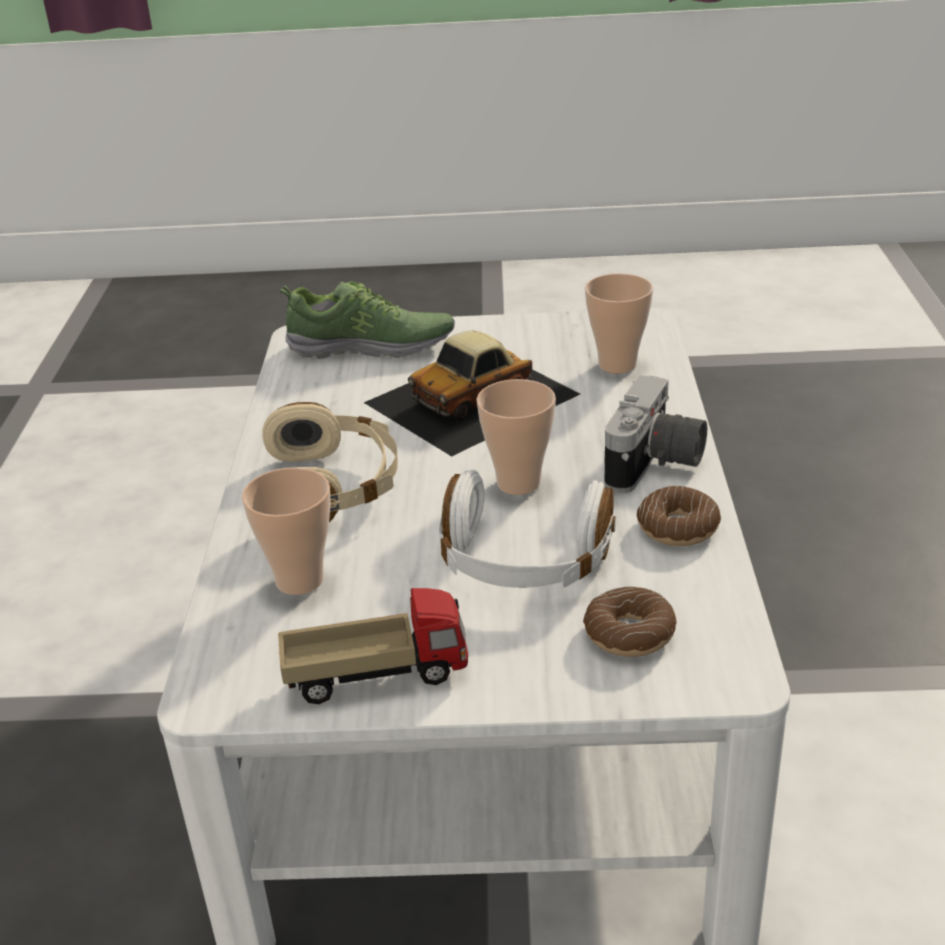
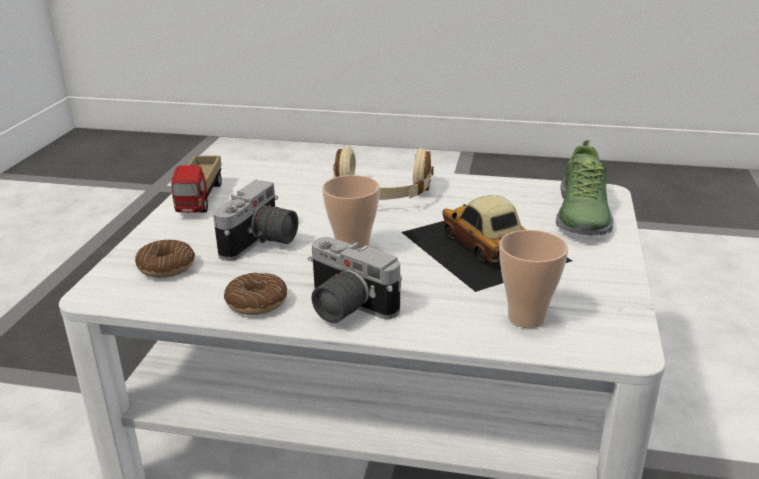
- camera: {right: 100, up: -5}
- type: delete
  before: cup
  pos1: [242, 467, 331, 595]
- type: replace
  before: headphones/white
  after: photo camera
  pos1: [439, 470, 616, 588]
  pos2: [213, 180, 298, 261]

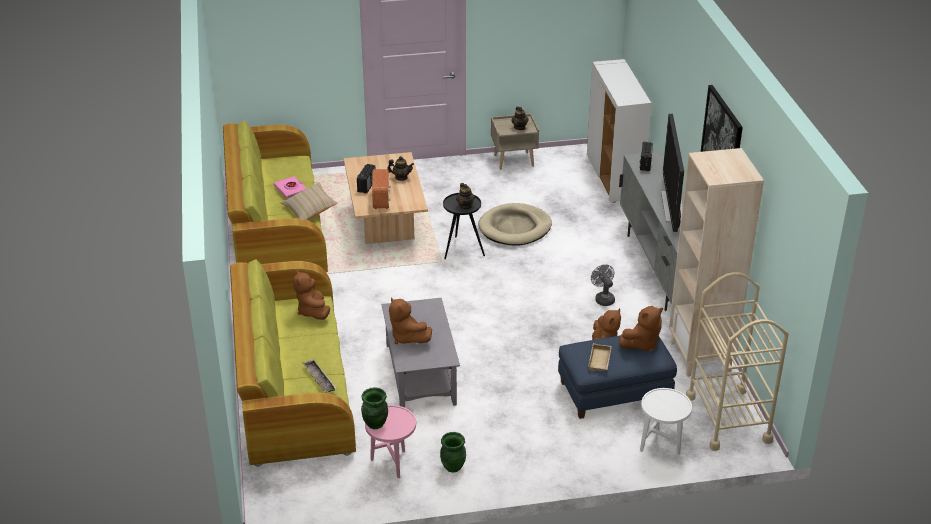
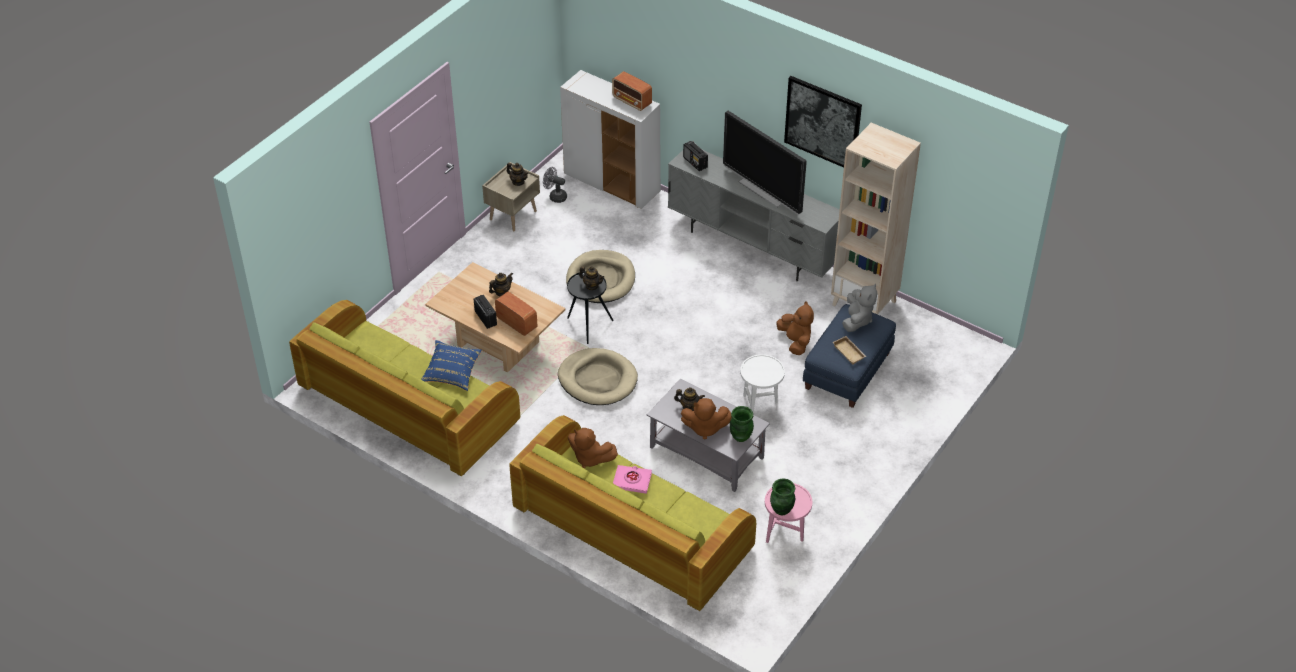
- camera: {right: -45, up: 10}
- type: move
  before: book/pink
  pos1: [274, 176, 307, 199]
  pos2: [613, 465, 652, 494]
- type: recolor
  before: pillow/beige
  after: pillow/blue
  pos1: [281, 182, 338, 220]
  pos2: [421, 340, 482, 391]
- type: move
  before: fan/grey
  pos1: [591, 264, 615, 306]
  pos2: [543, 167, 567, 203]
- type: delete
  before: cart/beige
  pos1: [686, 272, 788, 451]
- type: recolor
  before: plush toy/brown
  after: plush toy/grey
  pos1: [619, 306, 663, 352]
  pos2: [842, 284, 877, 332]
- type: delete
  before: tray
  pos1: [303, 359, 337, 392]
- type: move
  before: side table/white
  pos1: [640, 388, 692, 455]
  pos2: [740, 354, 785, 414]
- type: move
  before: vase/green
  pos1: [440, 432, 466, 473]
  pos2: [730, 406, 754, 442]
- type: insert
  after: radio
  pos2: [612, 71, 652, 111]
- type: insert
  after: dog bed/beige
  pos2: [558, 348, 638, 405]
- type: insert
  after: teapot
  pos2: [674, 387, 705, 411]

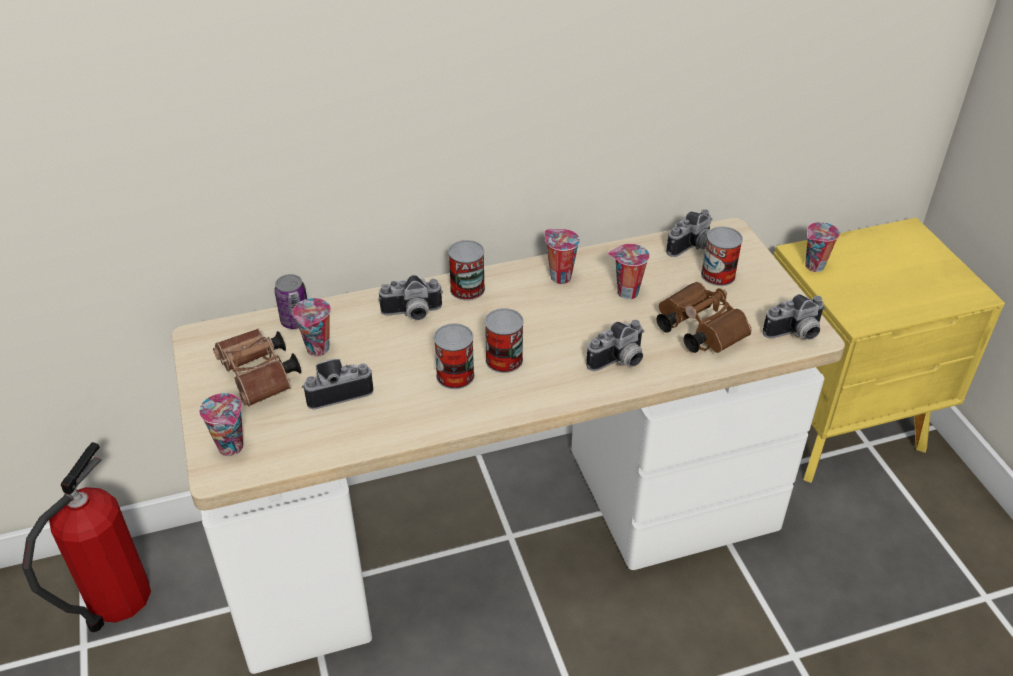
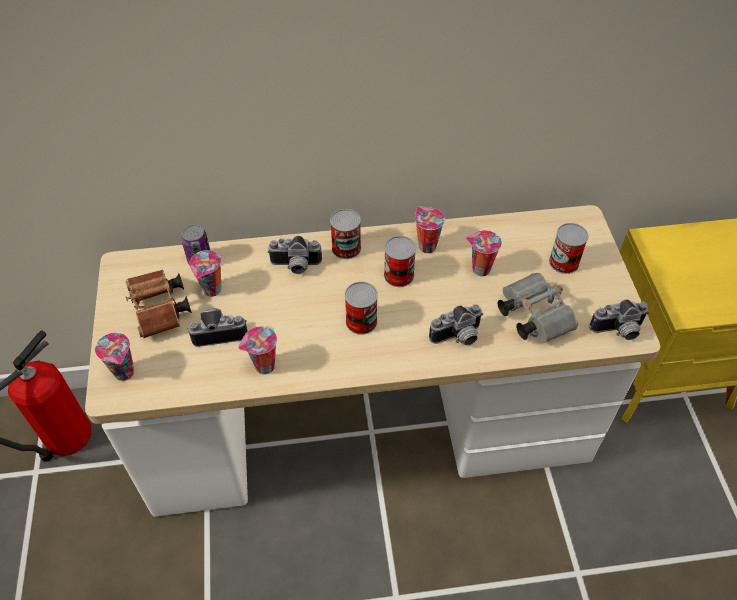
- camera: {right: 10, up: 10}
- type: delete
  before: photo camera
  pos1: [666, 209, 712, 257]
- type: move
  before: cup
  pos1: [805, 222, 840, 272]
  pos2: [238, 326, 277, 374]
- type: recolor
  before: binoculars/brown
  after: binoculars/grey
  pos1: [656, 282, 751, 353]
  pos2: [498, 273, 578, 343]
- type: move
  before: can
  pos1: [434, 324, 474, 389]
  pos2: [384, 236, 416, 287]

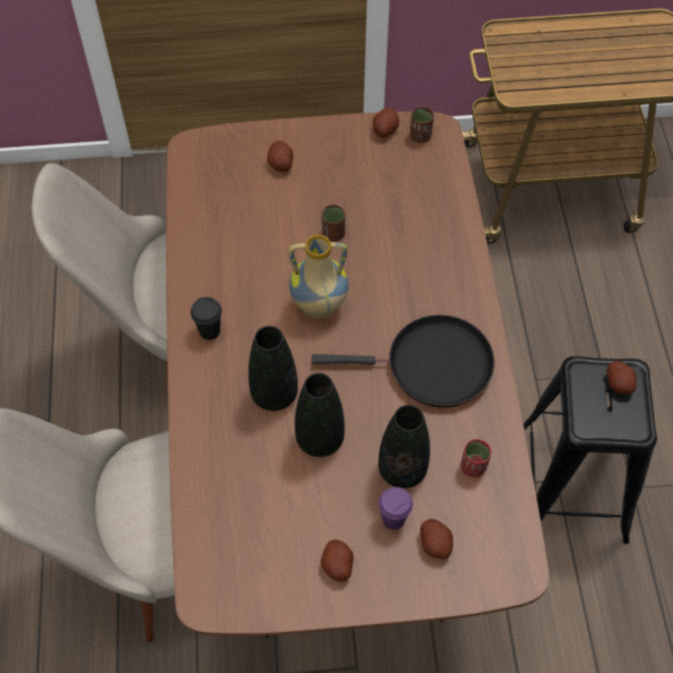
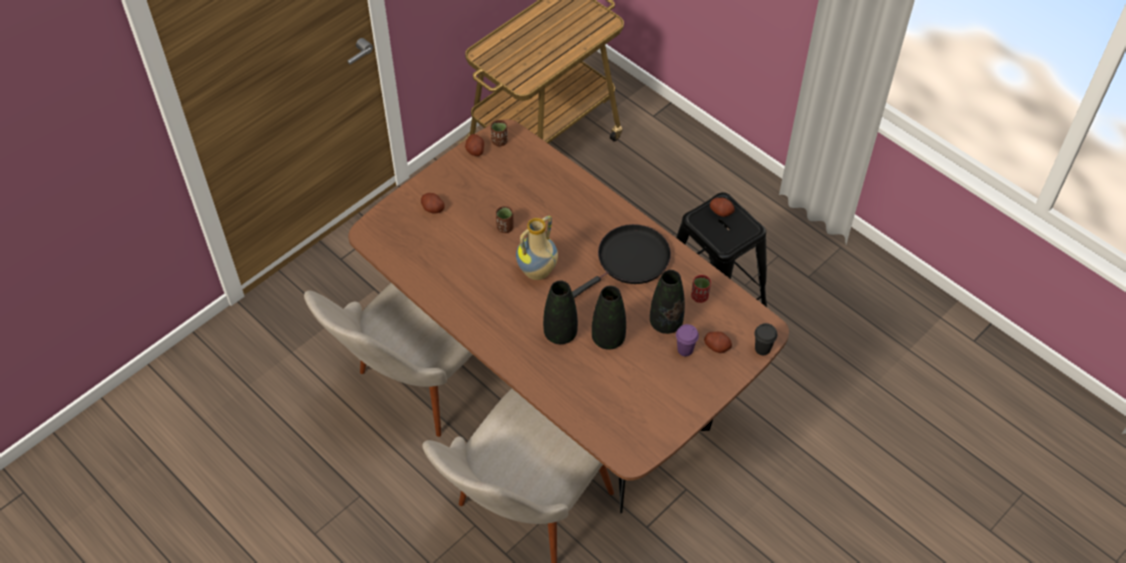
- camera: {right: -40, up: -5}
- type: move
  before: cup/black
  pos1: [191, 297, 222, 340]
  pos2: [754, 323, 777, 355]
- type: delete
  before: potato
  pos1: [321, 539, 354, 582]

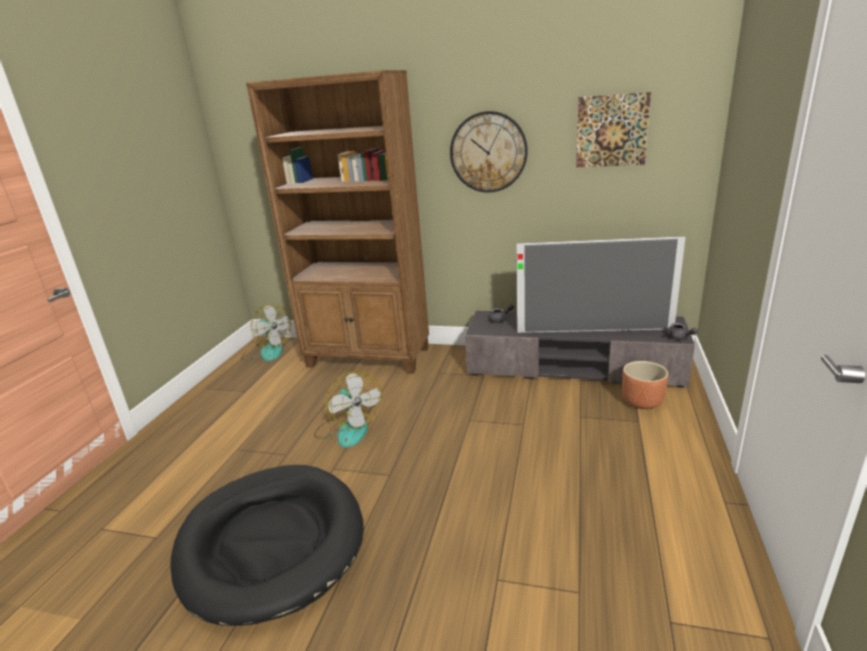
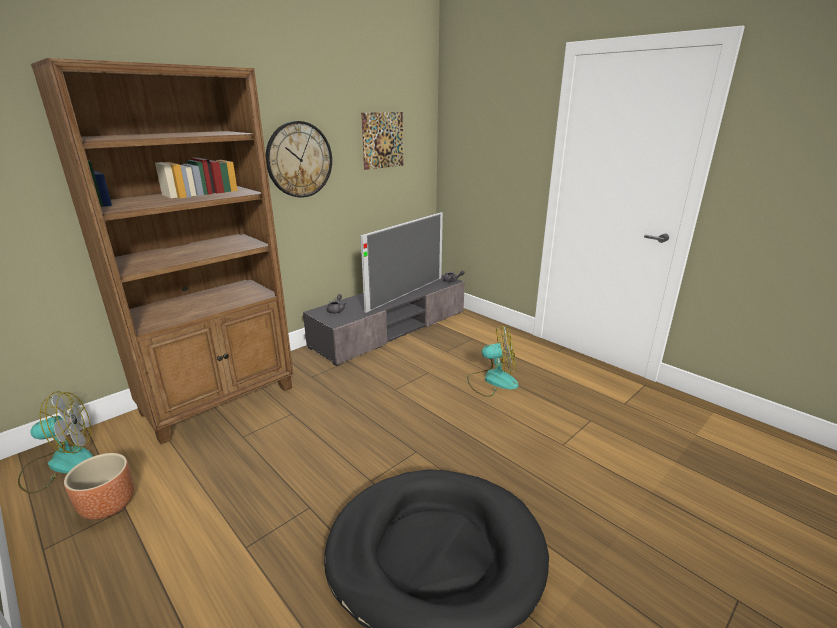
- camera: {right: -60, up: 0}
- type: move
  before: planter/brown
  pos1: [622, 361, 668, 409]
  pos2: [64, 453, 134, 520]
- type: move
  before: fan
  pos1: [314, 371, 382, 448]
  pos2: [467, 325, 518, 397]

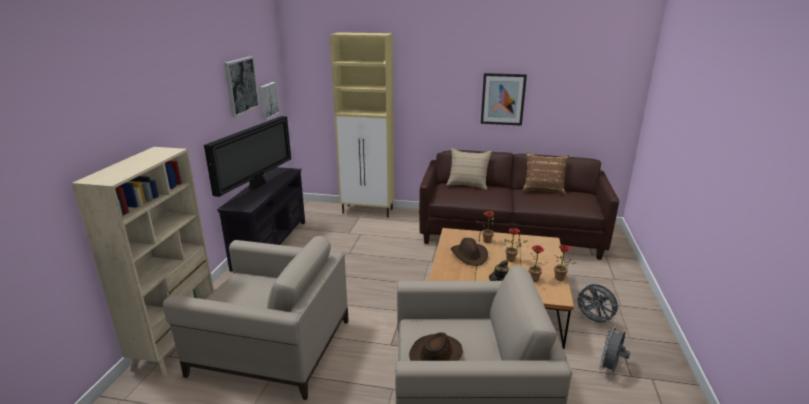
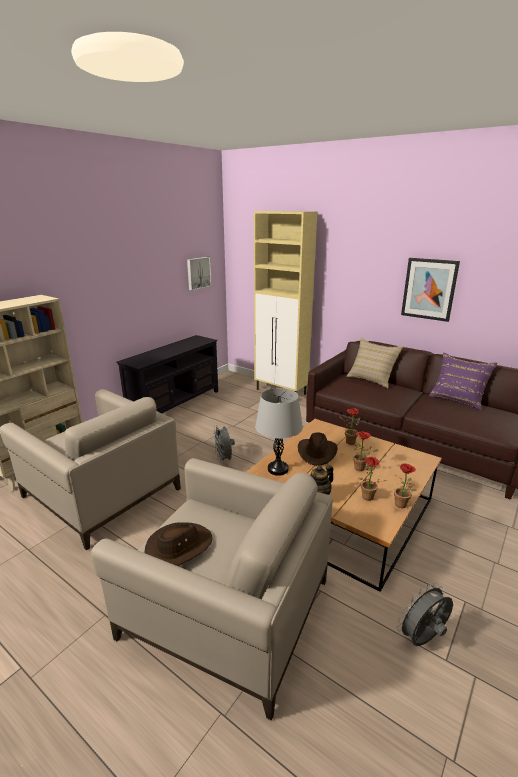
- camera: {right: 25, up: 0}
- type: delete
  before: picture
  pos1: [224, 56, 259, 117]
- type: delete
  before: television
  pos1: [204, 116, 291, 197]
- type: recolor
  before: pillow/brown
  after: pillow/purple
  pos1: [523, 152, 569, 195]
  pos2: [429, 353, 497, 411]
- type: move
  before: fan/grey
  pos1: [574, 284, 618, 326]
  pos2: [213, 425, 235, 464]
- type: insert
  after: table lamp/grey
  pos2: [255, 388, 303, 476]

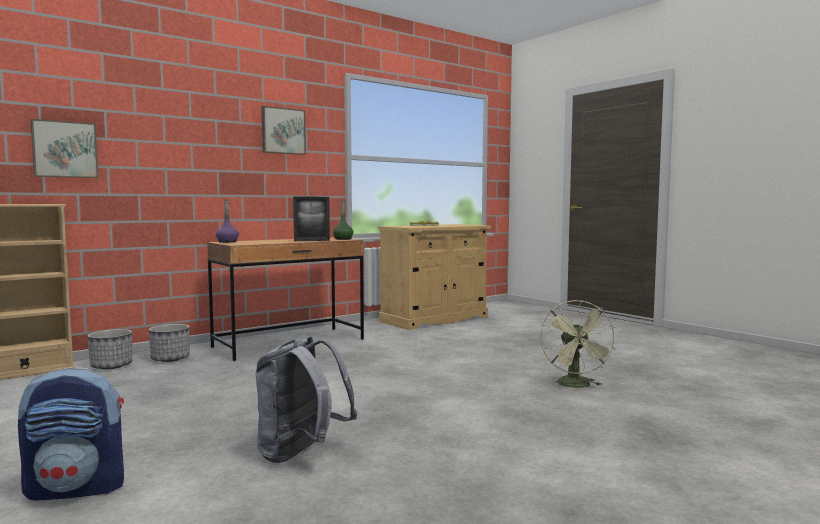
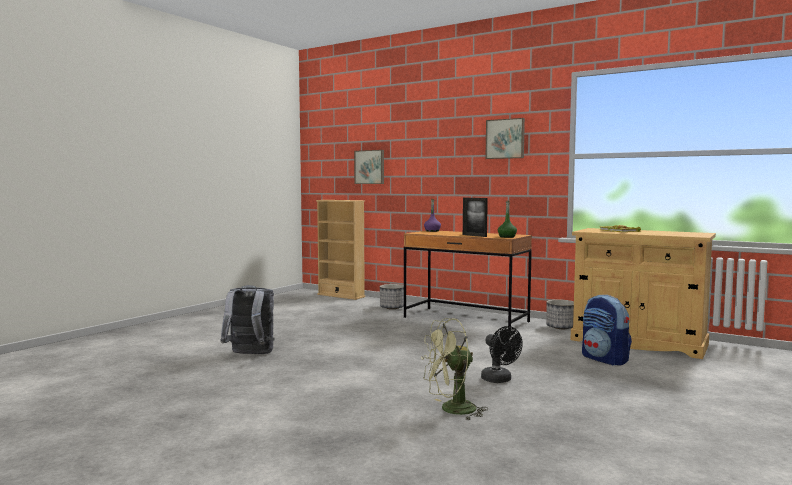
- camera: {right: 70, up: 0}
- type: move
  before: planter
  pos1: [88, 329, 132, 369]
  pos2: [546, 299, 574, 329]
- type: move
  before: backpack
  pos1: [18, 367, 124, 501]
  pos2: [582, 295, 632, 366]
- type: insert
  after: fan/black
  pos2: [481, 326, 523, 383]

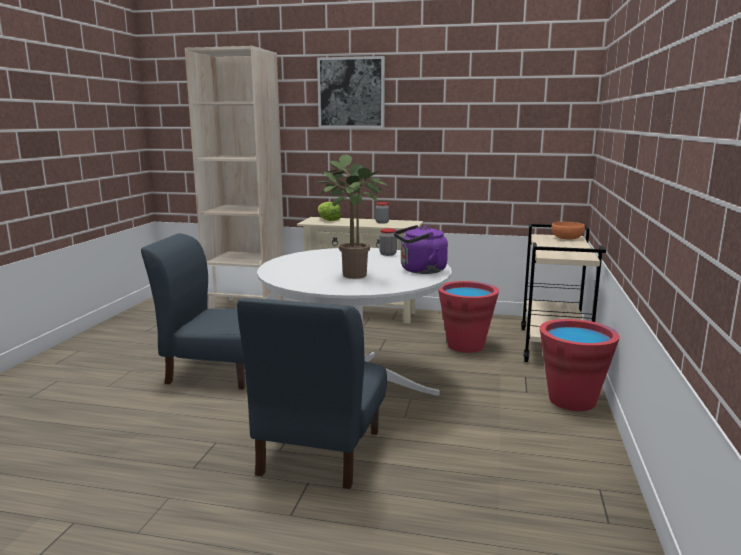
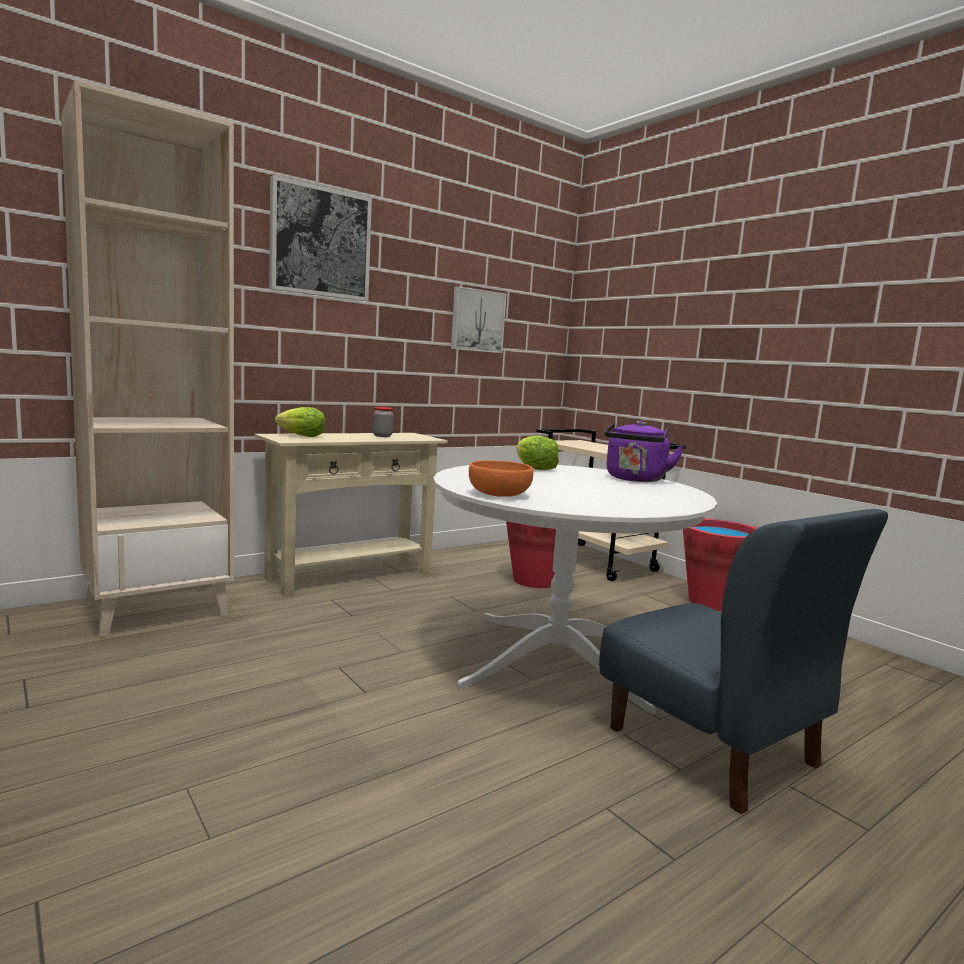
- camera: {right: -50, up: -5}
- type: delete
  before: potted plant
  pos1: [315, 154, 388, 279]
- type: move
  before: bowl/orange
  pos1: [552, 222, 585, 240]
  pos2: [469, 460, 533, 497]
- type: replace
  before: jar
  after: lettuce
  pos1: [379, 229, 397, 256]
  pos2: [517, 436, 559, 470]
- type: delete
  before: chair/blue
  pos1: [141, 233, 245, 389]
- type: insert
  after: picture
  pos2: [451, 286, 506, 353]

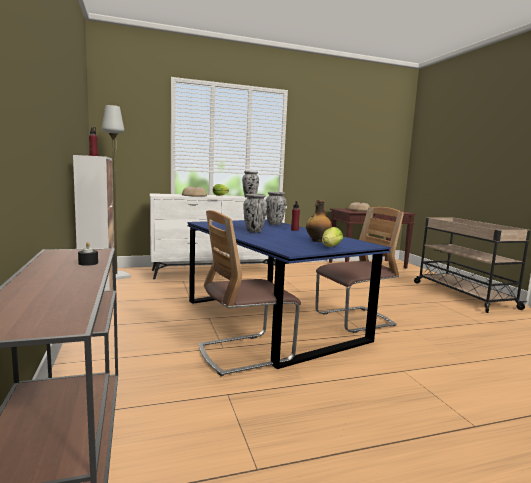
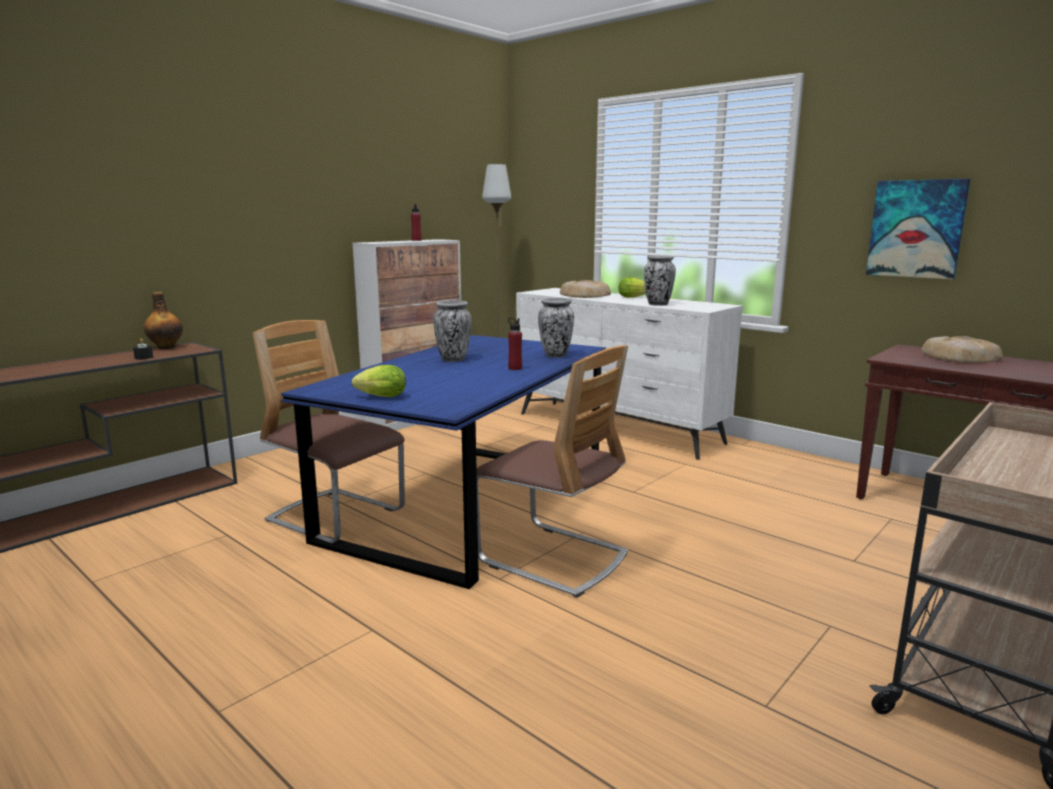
- camera: {right: 60, up: 5}
- type: move
  before: bottle
  pos1: [306, 200, 332, 242]
  pos2: [144, 292, 183, 349]
- type: insert
  after: picture
  pos2: [866, 179, 970, 280]

